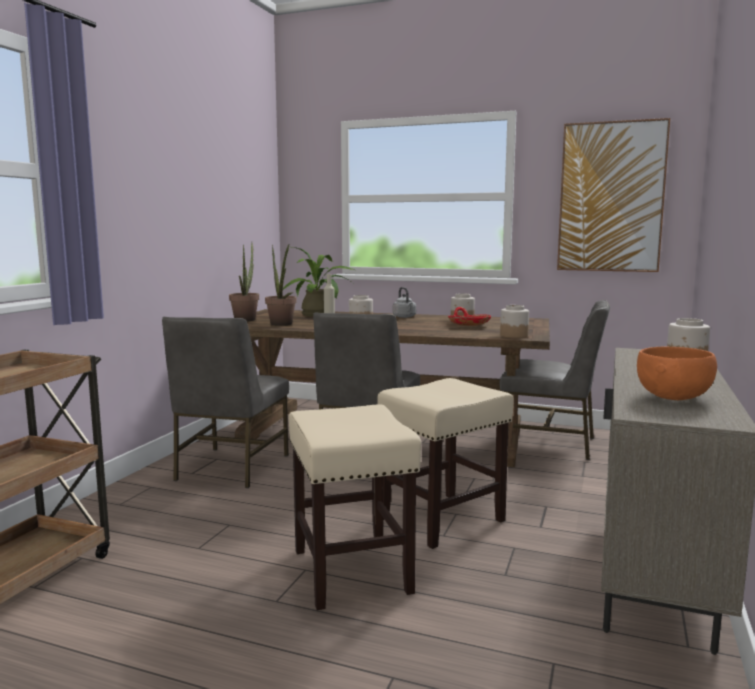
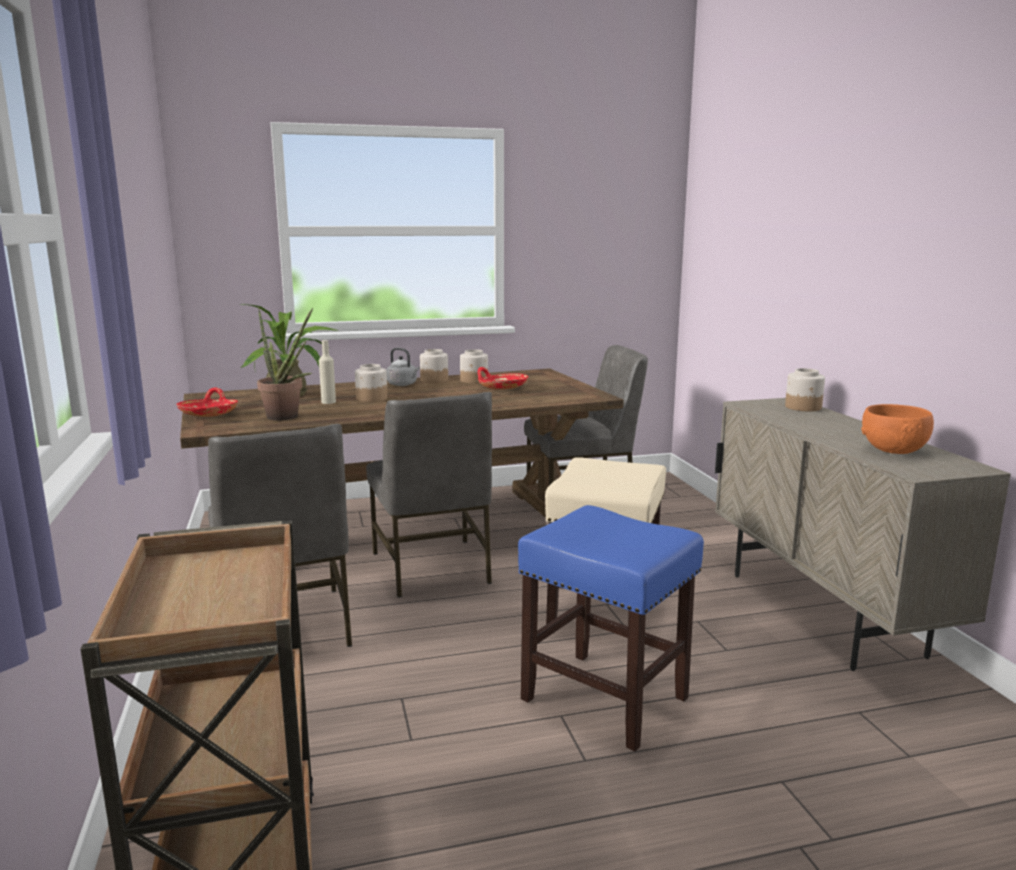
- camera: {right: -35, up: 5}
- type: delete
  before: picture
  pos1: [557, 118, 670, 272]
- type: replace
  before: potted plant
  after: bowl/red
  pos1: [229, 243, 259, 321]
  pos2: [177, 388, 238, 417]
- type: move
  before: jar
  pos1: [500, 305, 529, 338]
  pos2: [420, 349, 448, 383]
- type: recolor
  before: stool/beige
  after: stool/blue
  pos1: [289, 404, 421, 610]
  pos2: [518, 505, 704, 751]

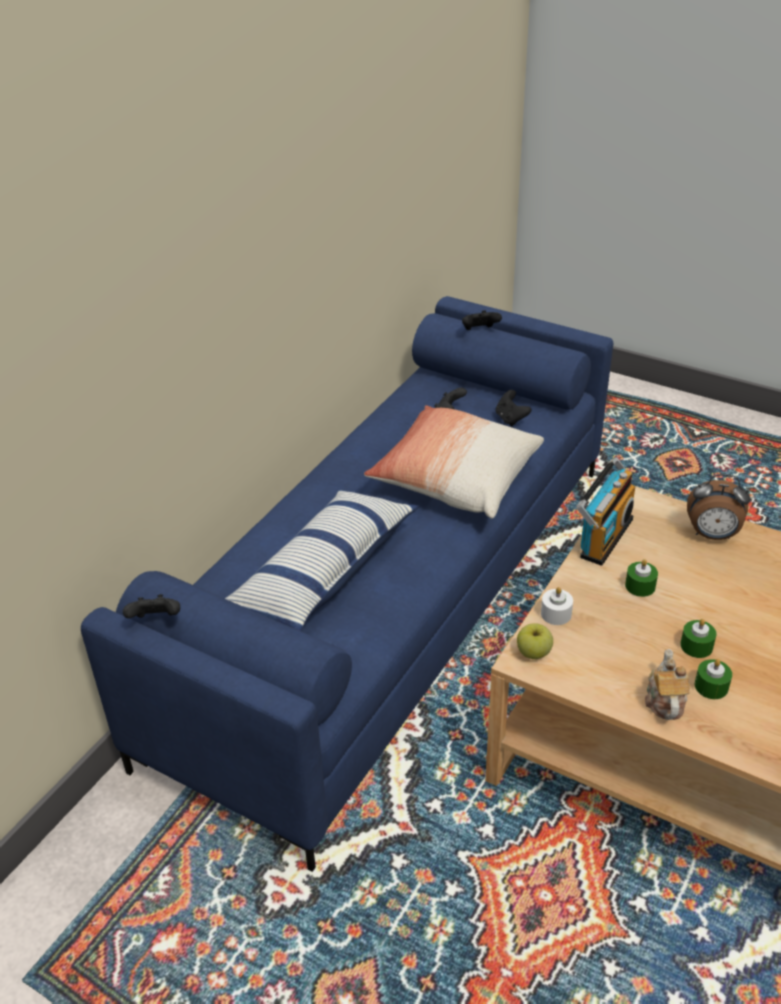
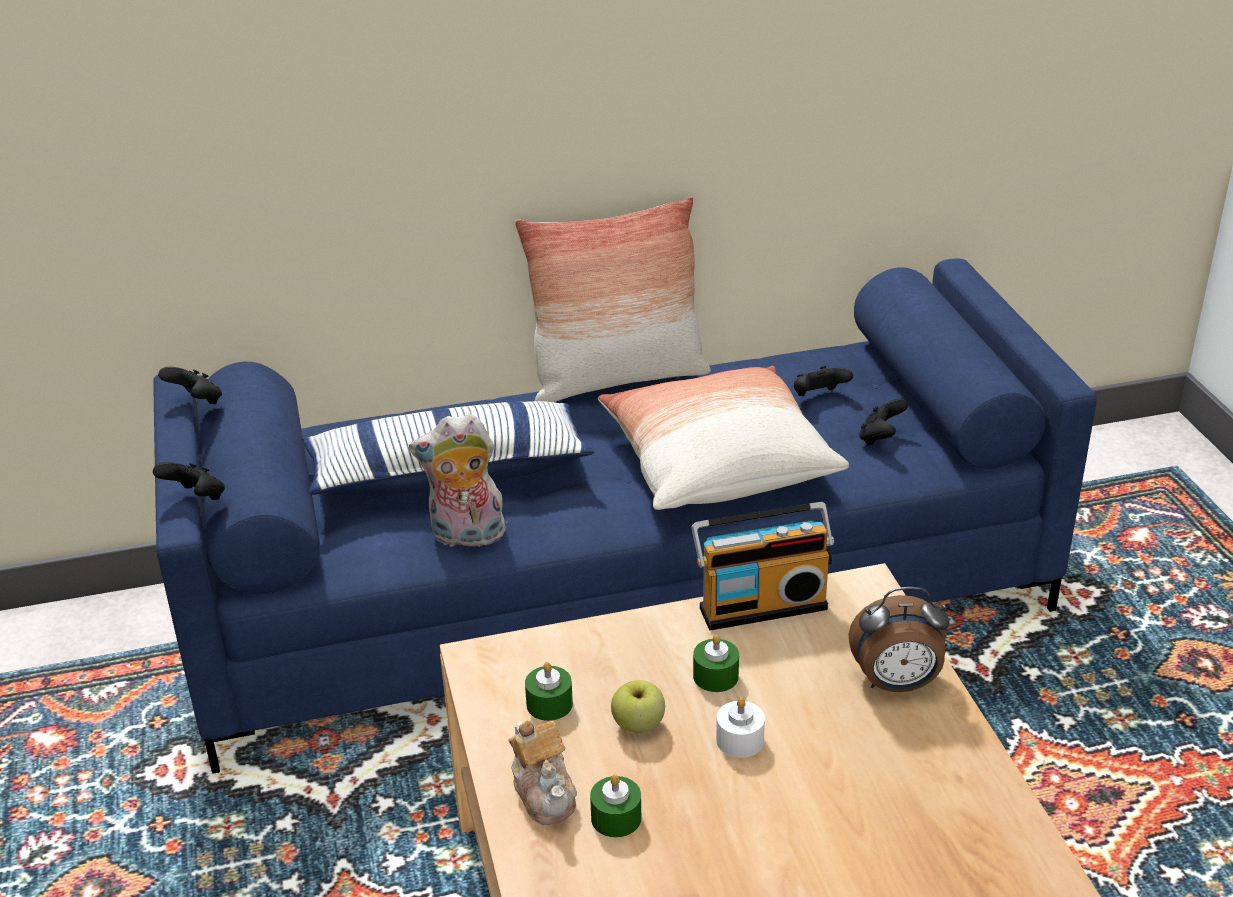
- camera: {right: 45, up: -5}
- type: move
  before: game controller/black
  pos1: [462, 310, 502, 330]
  pos2: [153, 462, 225, 500]
- type: rotate
  before: alarm clock
  pos1: [687, 474, 751, 540]
  pos2: [848, 587, 950, 692]
  turn: -60
- type: move
  before: candle/white
  pos1: [541, 587, 573, 625]
  pos2: [716, 697, 765, 758]
- type: move
  before: candle/green
  pos1: [680, 619, 716, 658]
  pos2: [525, 662, 573, 721]
- type: move
  before: apple
  pos1: [517, 623, 553, 659]
  pos2: [611, 680, 665, 733]
- type: rotate
  before: teapot
  pos1: [645, 649, 689, 720]
  pos2: [508, 720, 577, 825]
  turn: 105
- type: insert
  after: pillow
  pos2: [515, 197, 711, 402]
- type: insert
  after: plush toy
  pos2: [409, 414, 507, 551]

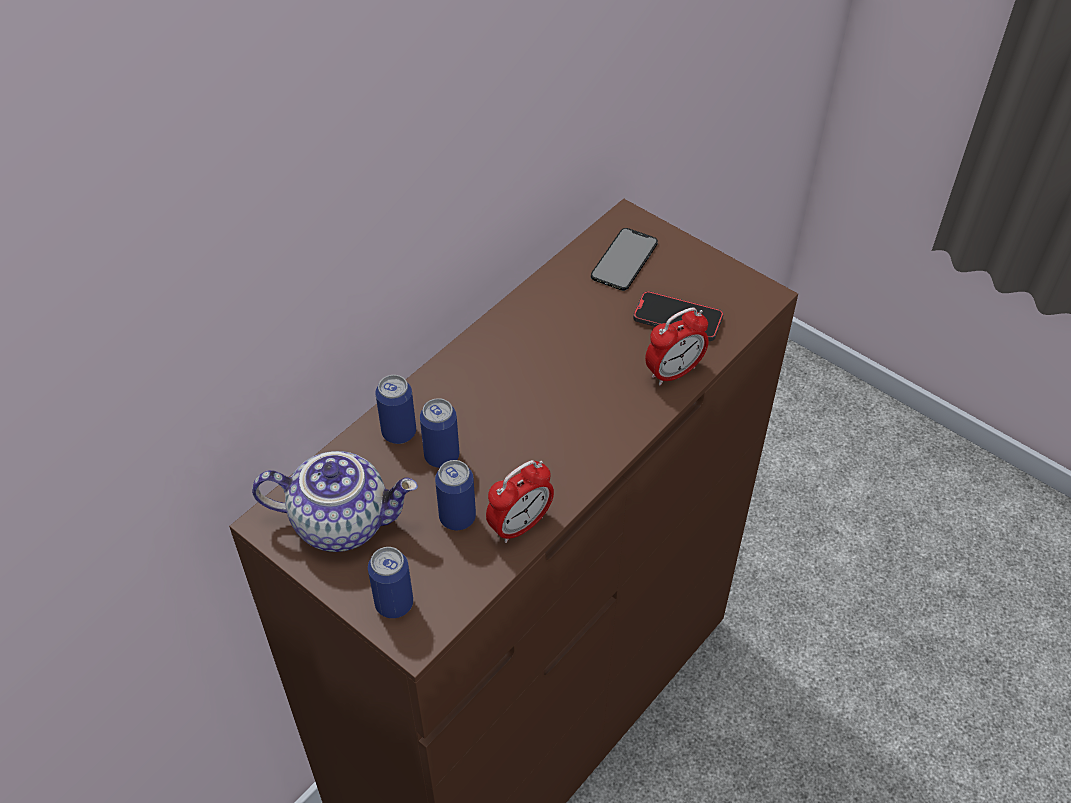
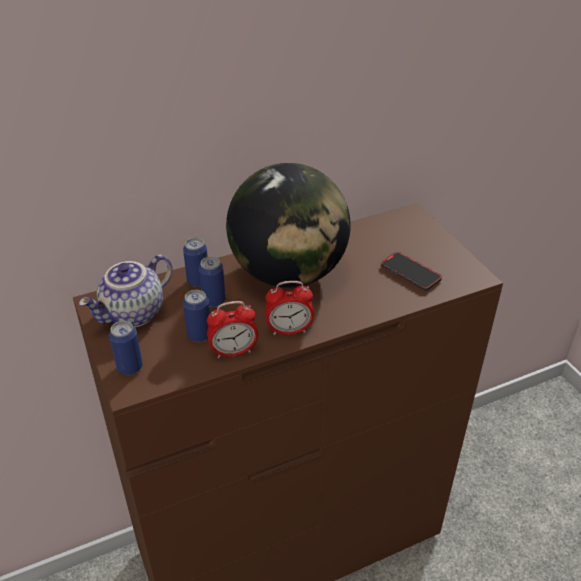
- camera: {right: 25, up: -10}
- type: delete
  before: phone
  pos1: [591, 228, 658, 291]
- type: move
  before: alarm clock
  pos1: [645, 307, 709, 385]
  pos2: [265, 281, 314, 335]
- type: rotate
  before: teapot
  pos1: [252, 451, 418, 552]
  pos2: [79, 254, 173, 327]
  turn: 105
- type: insert
  after: globe
  pos2: [226, 163, 351, 288]

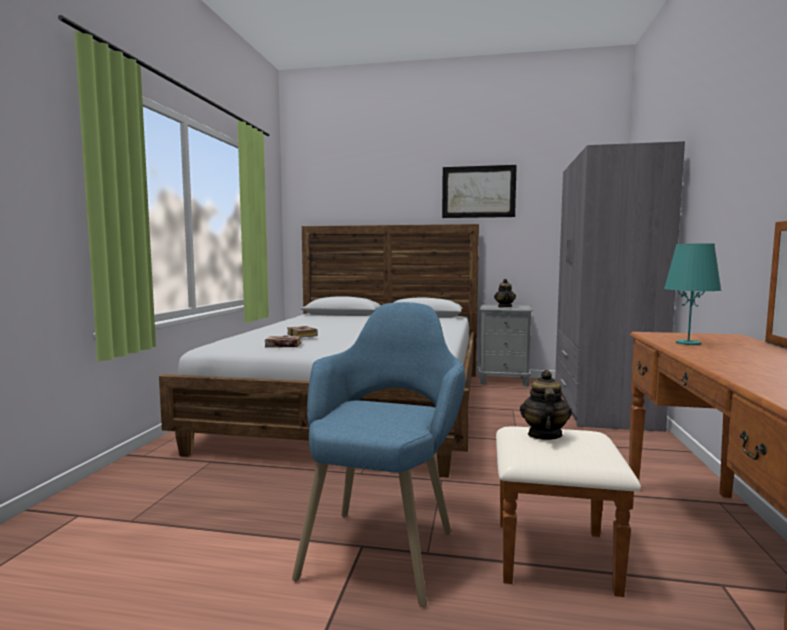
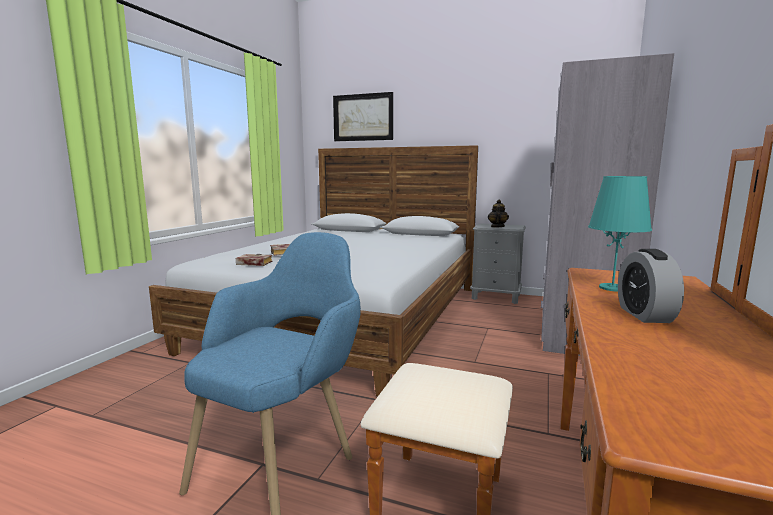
- camera: {right: 10, up: 5}
- type: move
  before: picture
  pos1: [442, 165, 517, 218]
  pos2: [333, 92, 393, 141]
- type: delete
  before: teapot
  pos1: [520, 370, 572, 440]
- type: insert
  after: alarm clock
  pos2: [618, 249, 684, 323]

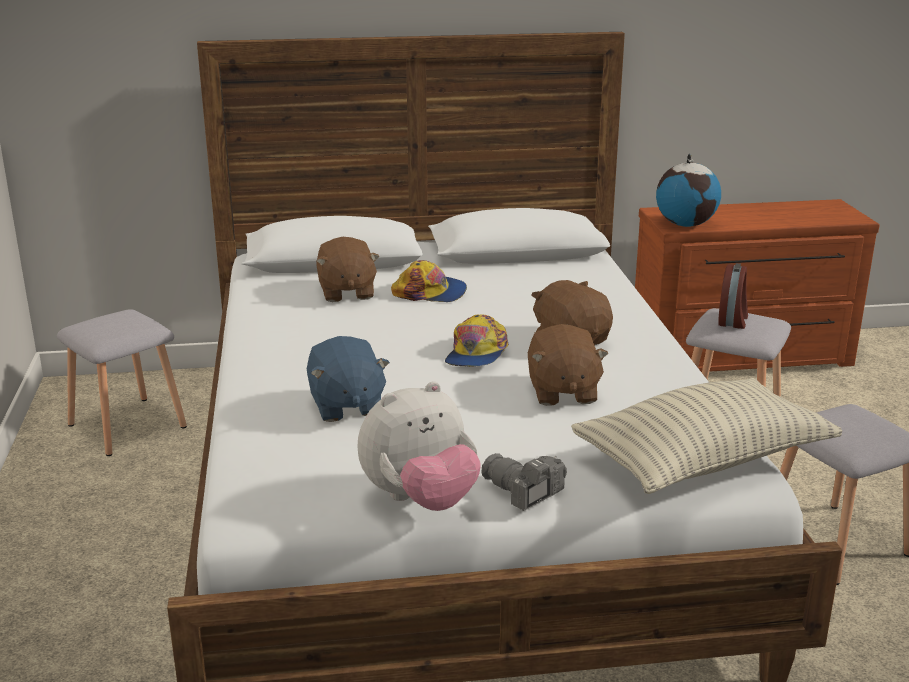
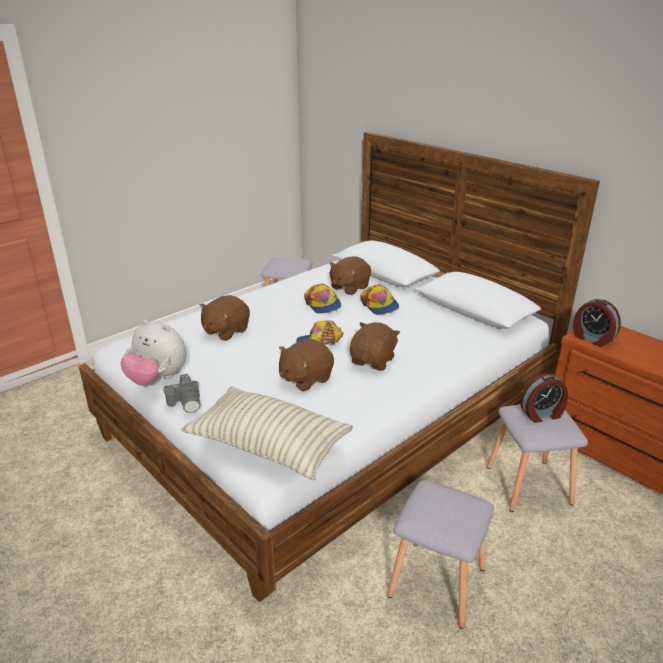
- camera: {right: 55, up: 5}
- type: replace
  before: globe
  after: alarm clock
  pos1: [656, 154, 721, 227]
  pos2: [573, 299, 621, 347]
- type: recolor
  before: plush toy/blue
  after: plush toy/brown
  pos1: [307, 336, 390, 422]
  pos2: [199, 295, 250, 341]
- type: rotate
  before: photo camera
  pos1: [481, 453, 567, 511]
  pos2: [163, 374, 201, 413]
  turn: 150
- type: insert
  after: cap
  pos2: [304, 283, 341, 314]

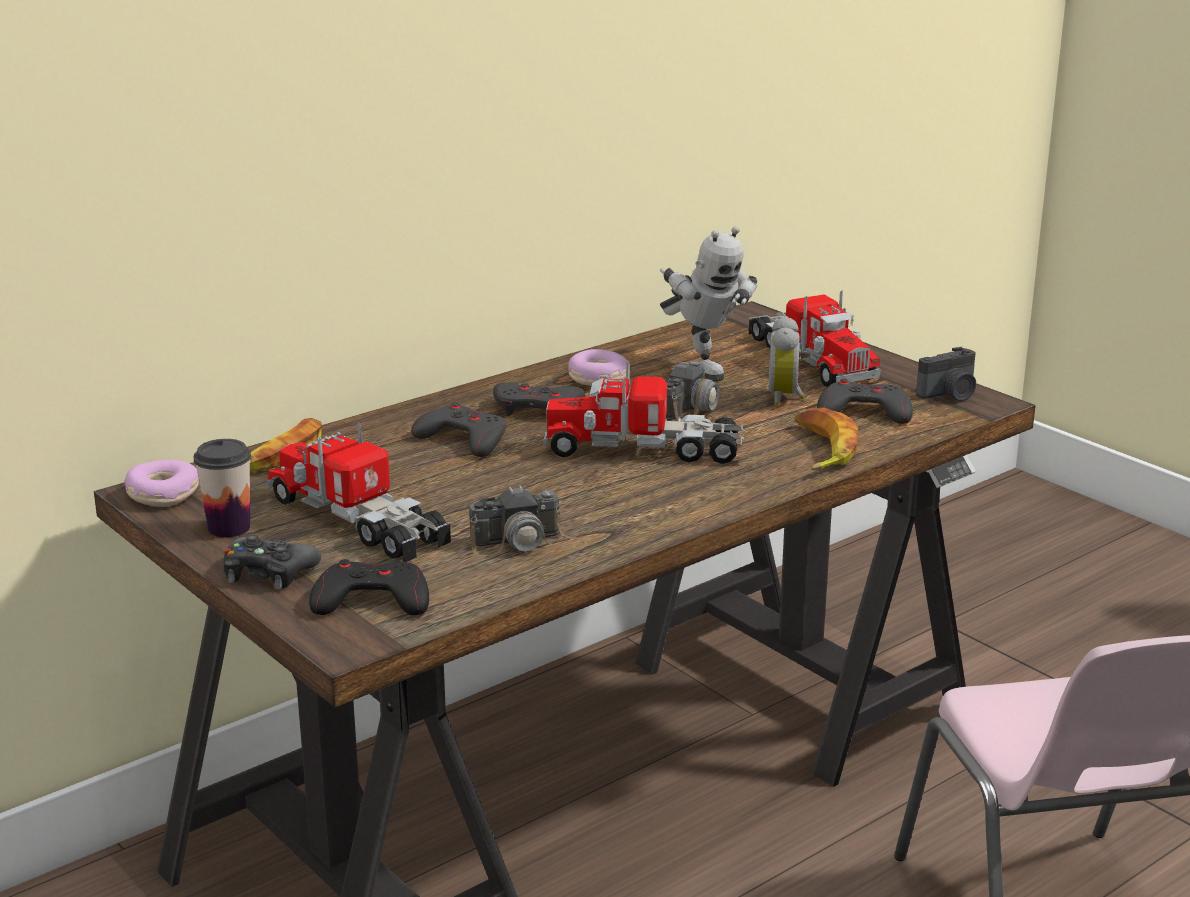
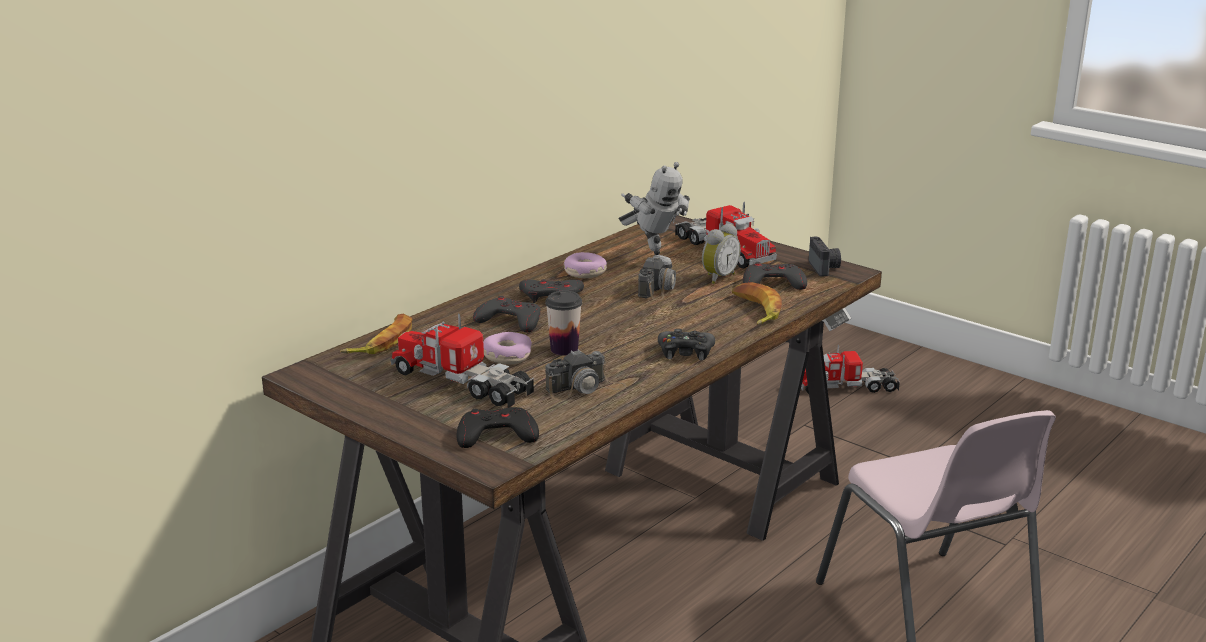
- camera: {right: -10, up: 0}
- type: rotate
  before: alarm clock
  pos1: [769, 316, 804, 407]
  pos2: [702, 223, 741, 284]
  turn: -135
- type: rotate
  before: photo camera
  pos1: [916, 347, 976, 401]
  pos2: [809, 236, 841, 276]
  turn: -60
- type: move
  before: toy truck
  pos1: [543, 361, 744, 464]
  pos2: [801, 345, 900, 394]
- type: move
  before: cup
  pos1: [194, 439, 251, 538]
  pos2: [545, 291, 582, 355]
- type: move
  before: donut
  pos1: [124, 459, 199, 507]
  pos2: [483, 332, 532, 364]
- type: move
  before: game controller/black
  pos1: [224, 535, 321, 589]
  pos2: [658, 329, 715, 360]

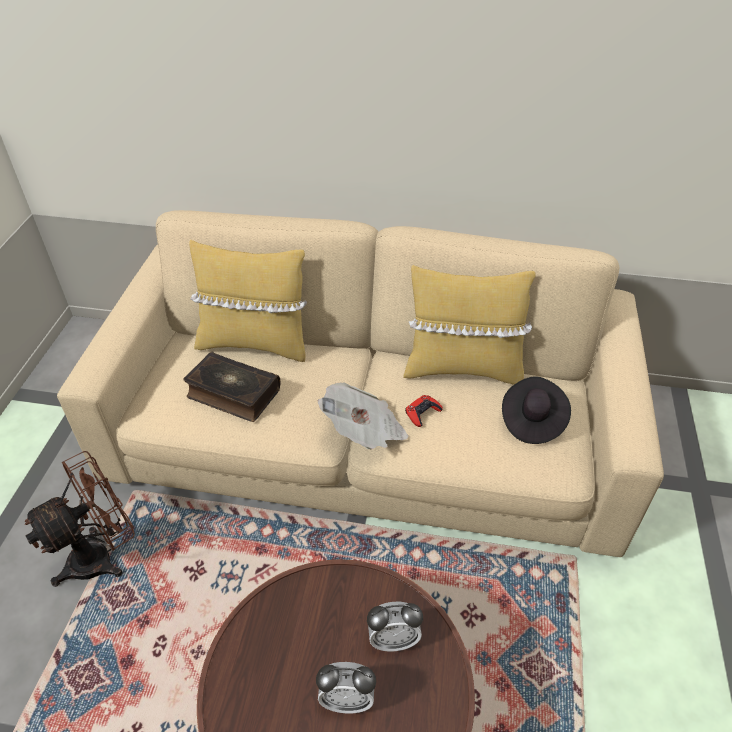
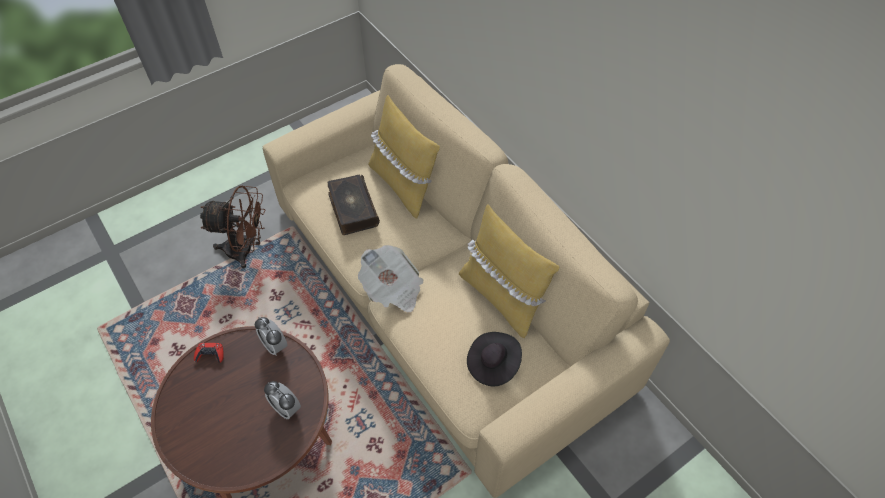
- camera: {right: 45, up: 10}
- type: move
  before: game controller/red
  pos1: [405, 395, 442, 427]
  pos2: [194, 343, 224, 363]
- type: move
  before: alarm clock
  pos1: [316, 662, 376, 713]
  pos2: [254, 317, 287, 356]

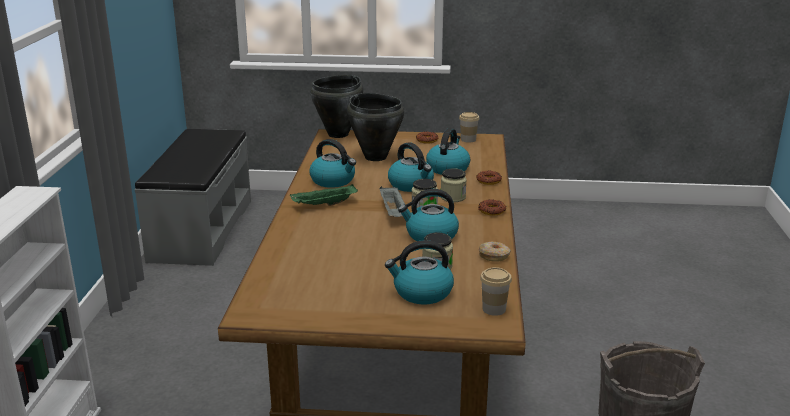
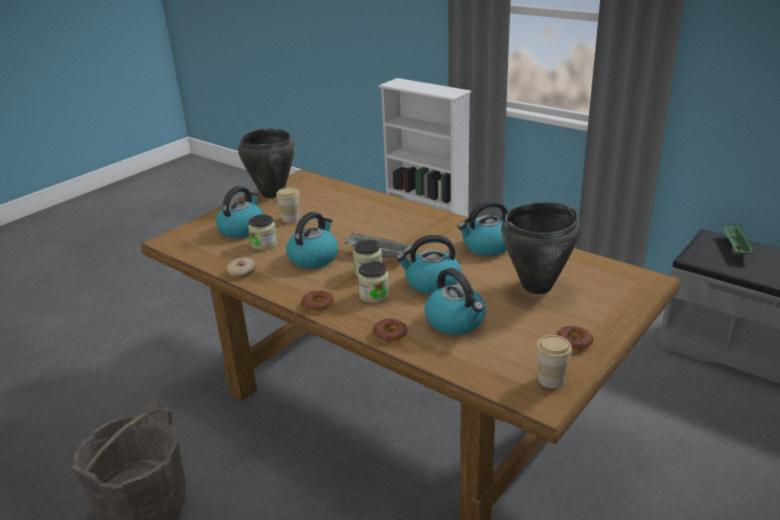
- camera: {right: 125, up: 5}
- type: move
  before: cooking pot/black
  pos1: [310, 75, 363, 138]
  pos2: [238, 128, 295, 198]
- type: move
  before: tray/green
  pos1: [290, 184, 358, 206]
  pos2: [722, 224, 755, 255]
- type: move
  before: cup
  pos1: [480, 267, 512, 316]
  pos2: [276, 187, 300, 223]

